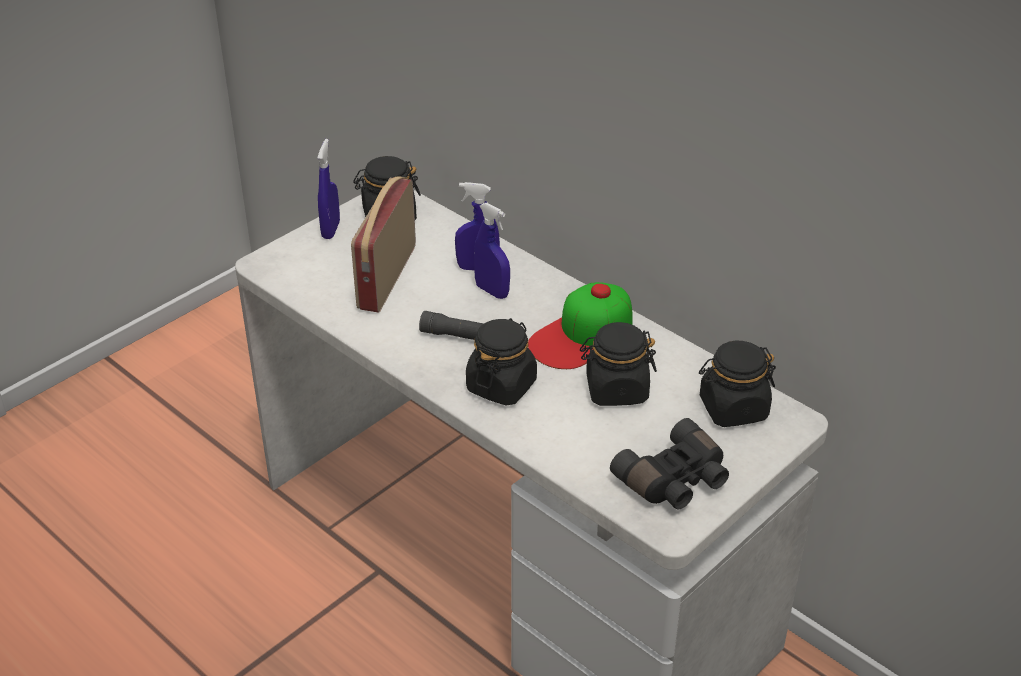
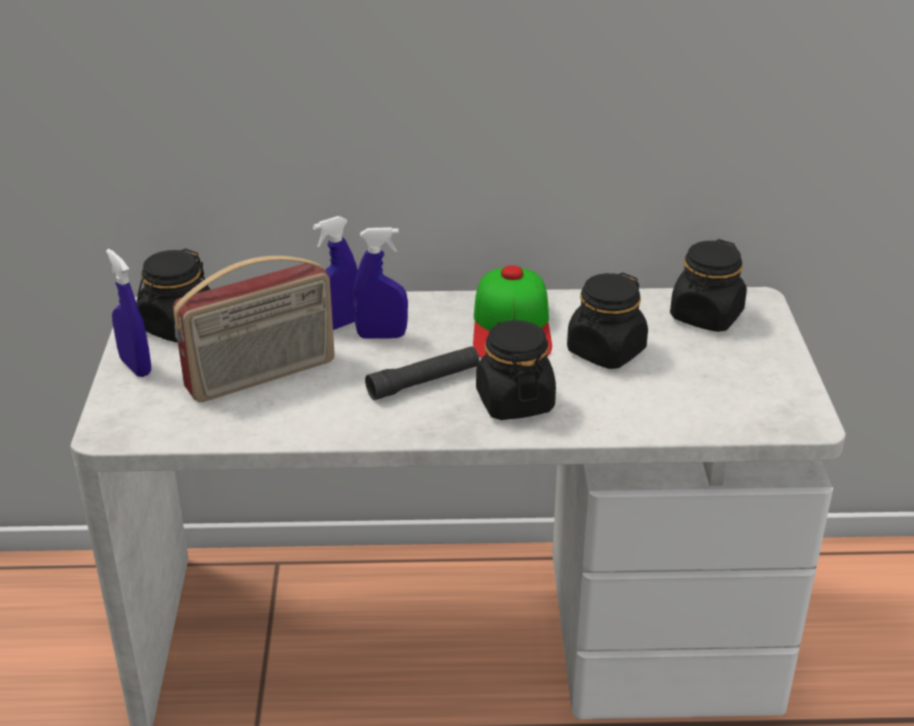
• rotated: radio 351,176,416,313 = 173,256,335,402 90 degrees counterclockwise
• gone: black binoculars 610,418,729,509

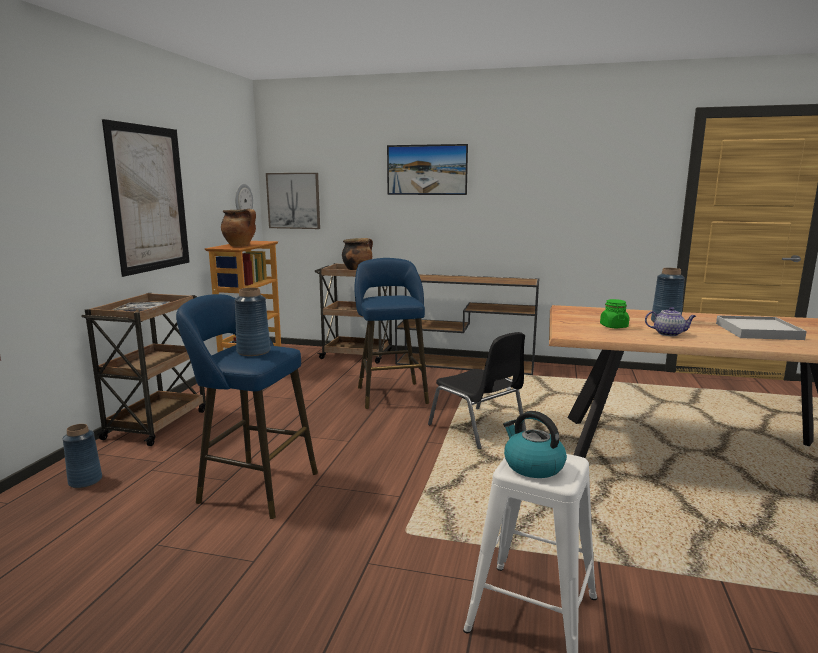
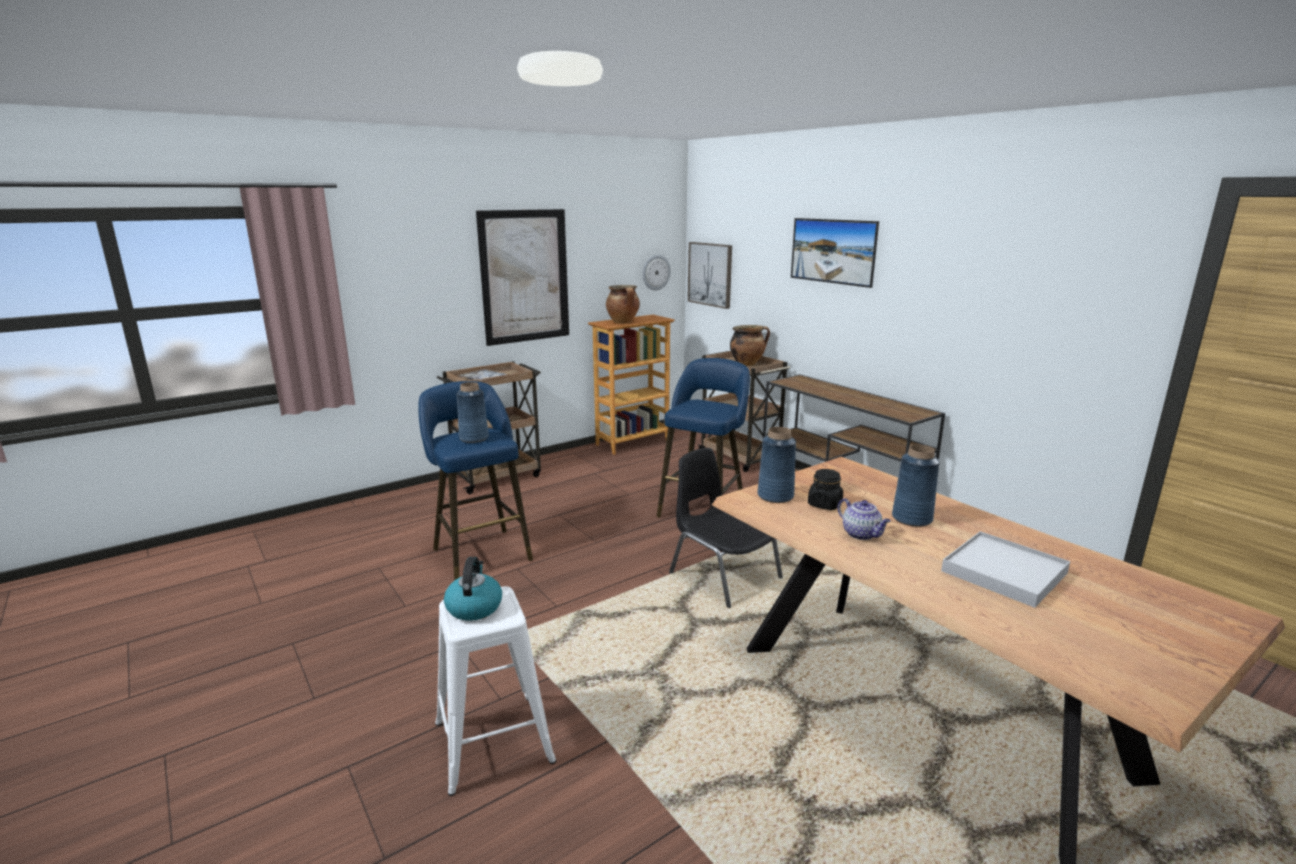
• shifted: blue vase 63,424,102,488 to 757,427,796,503
• rotated: black chair 428,332,526,449 = 669,448,783,608 135 degrees clockwise
• repainted: green jar 600,299,629,328 to black jar 808,469,843,510

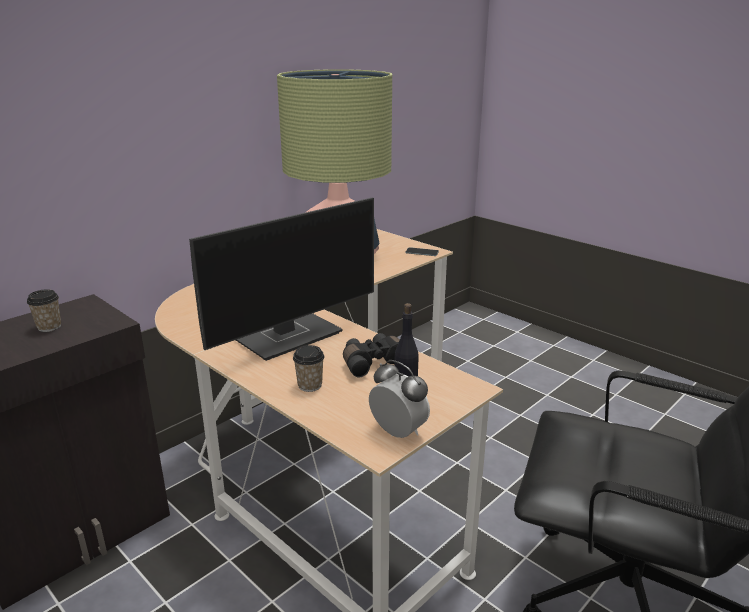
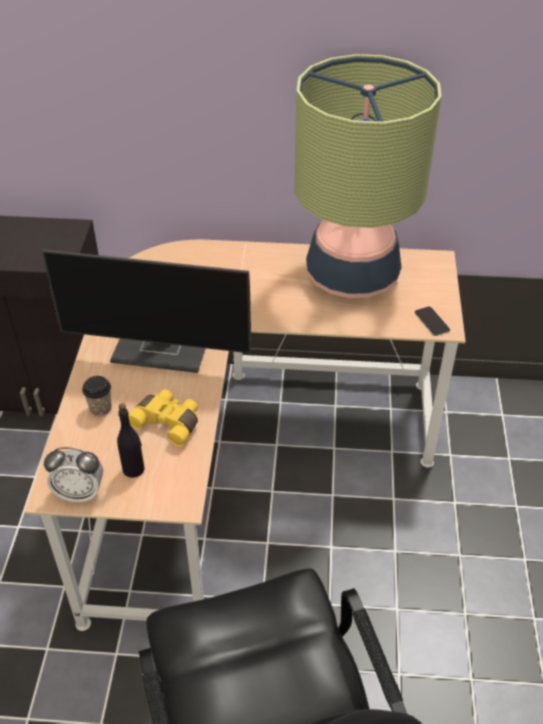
• gone: cup 27,289,61,332
• repainted: black binoculars 343,333,400,377 to yellow binoculars 128,389,198,446
• rotated: alarm clock 369,360,430,438 = 44,447,103,502 90 degrees clockwise

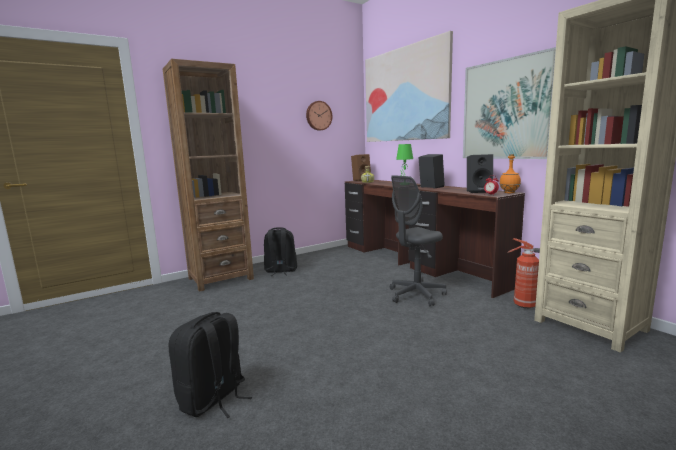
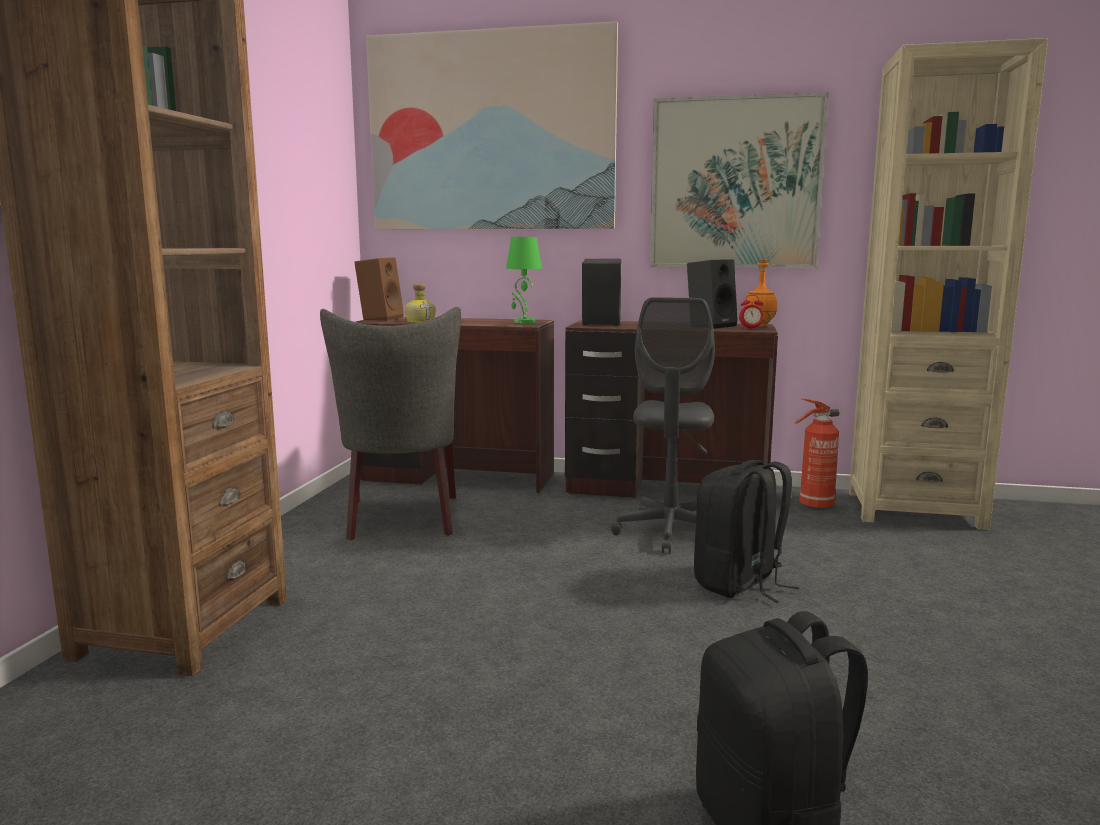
• shifted: black backpack 264,227,297,276 to 694,460,799,603
• gone: wall clock 306,101,332,131
• new: grey chair 320,307,461,540

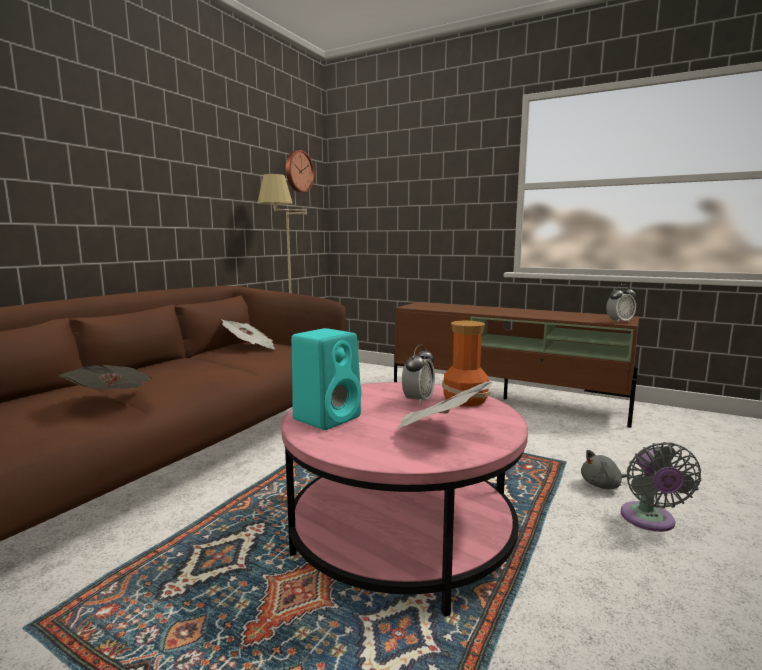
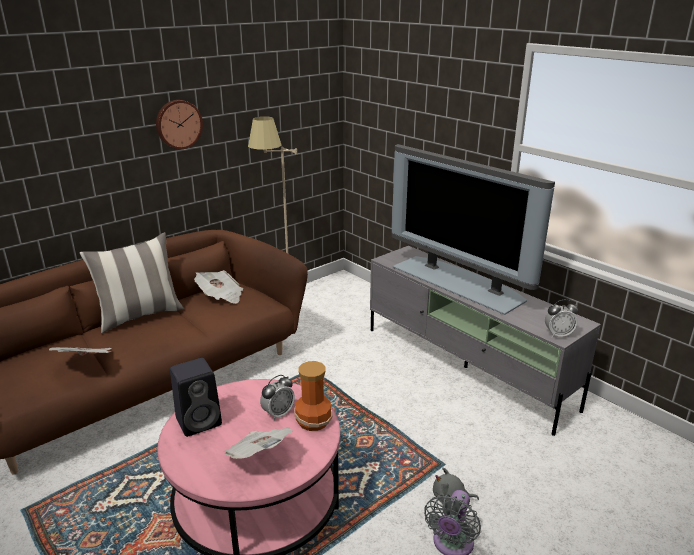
• shifted: wall clock 286,150,315,192 to 156,100,203,149
• repainted: turquoise speaker 291,328,361,430 to black speaker 170,358,222,437
• repainted: brown tv stand 394,302,639,428 to grey tv stand 370,246,601,436
• new: pillow 80,232,184,333
• new: television 392,144,555,315

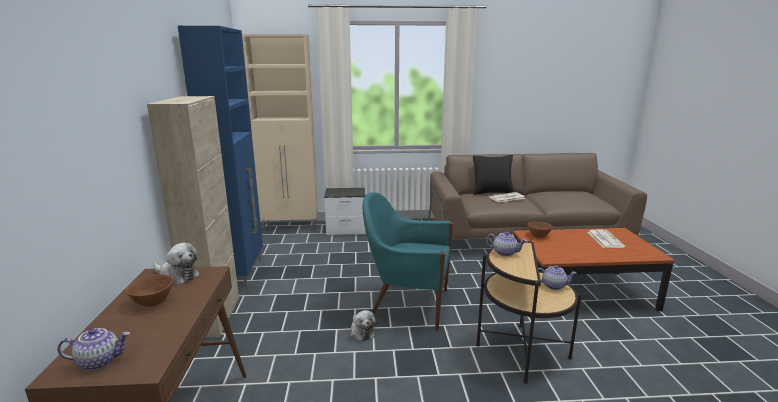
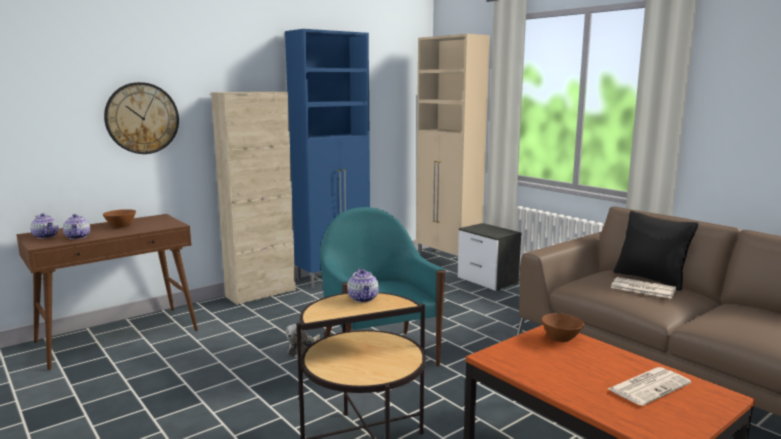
• gone: plush toy 153,243,200,284
• shifted: teapot 538,265,577,290 to 63,214,90,239
• new: wall clock 104,82,179,154

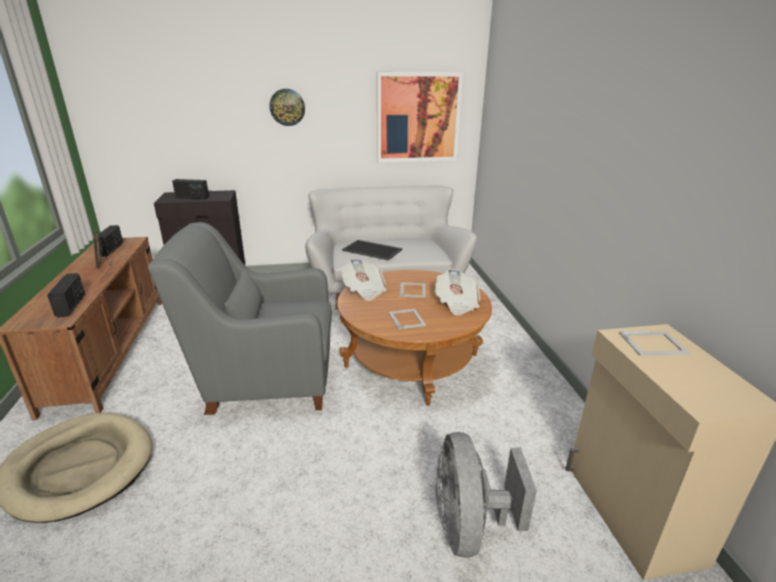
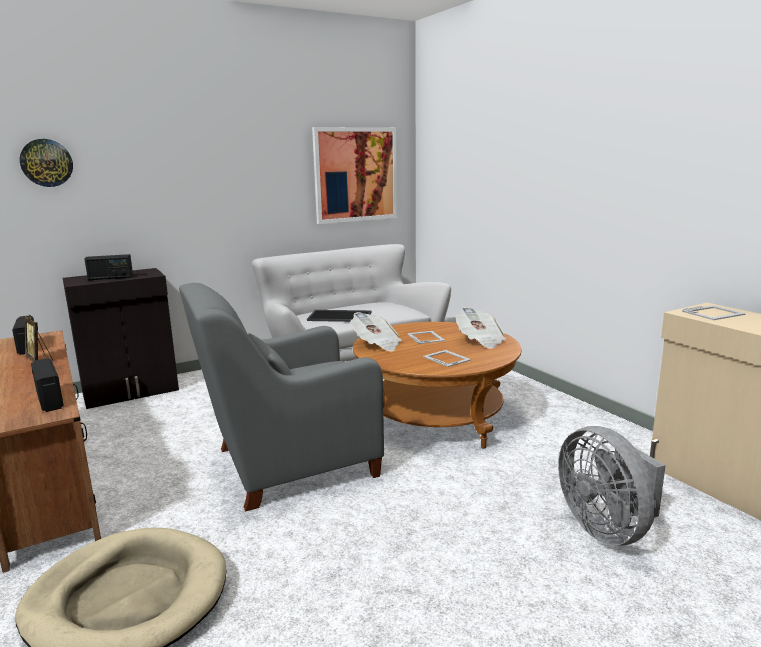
• shifted: wall clock 269,89,305,126 to 20,139,73,187

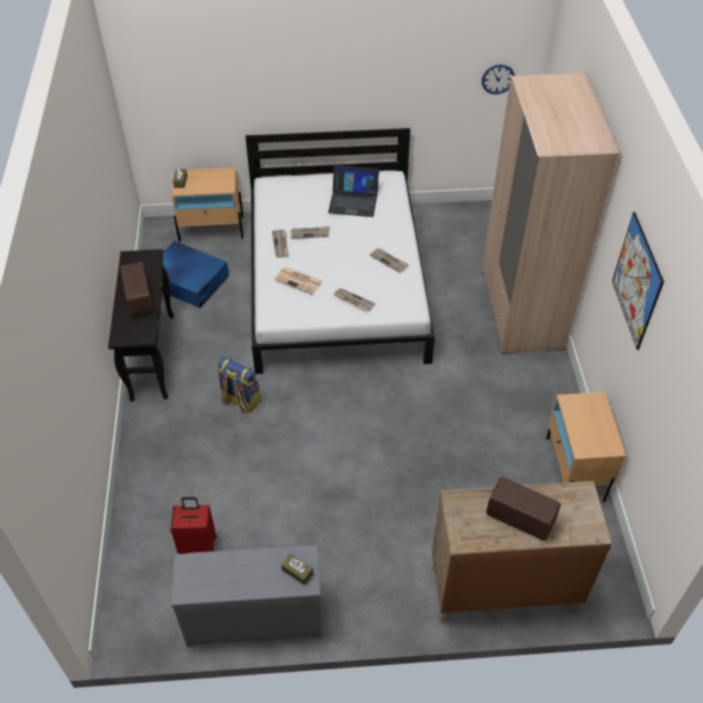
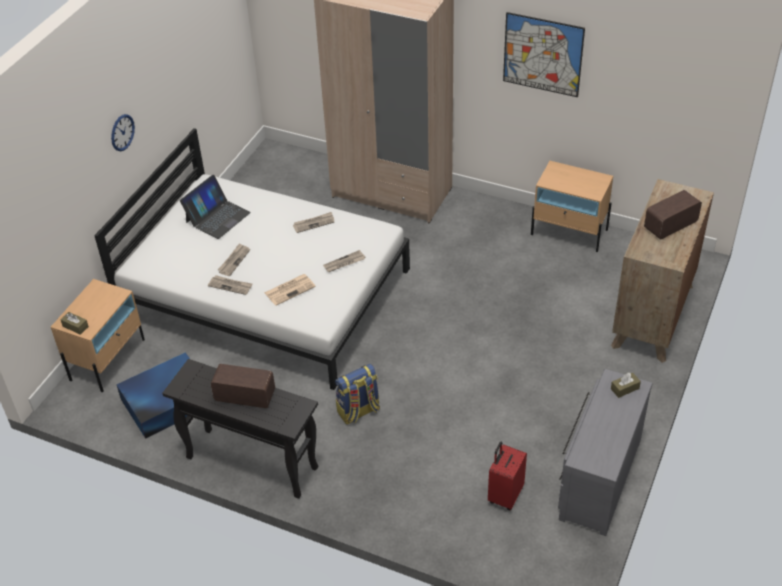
• shifted: wall clock 482,64,515,94 to 111,114,135,151

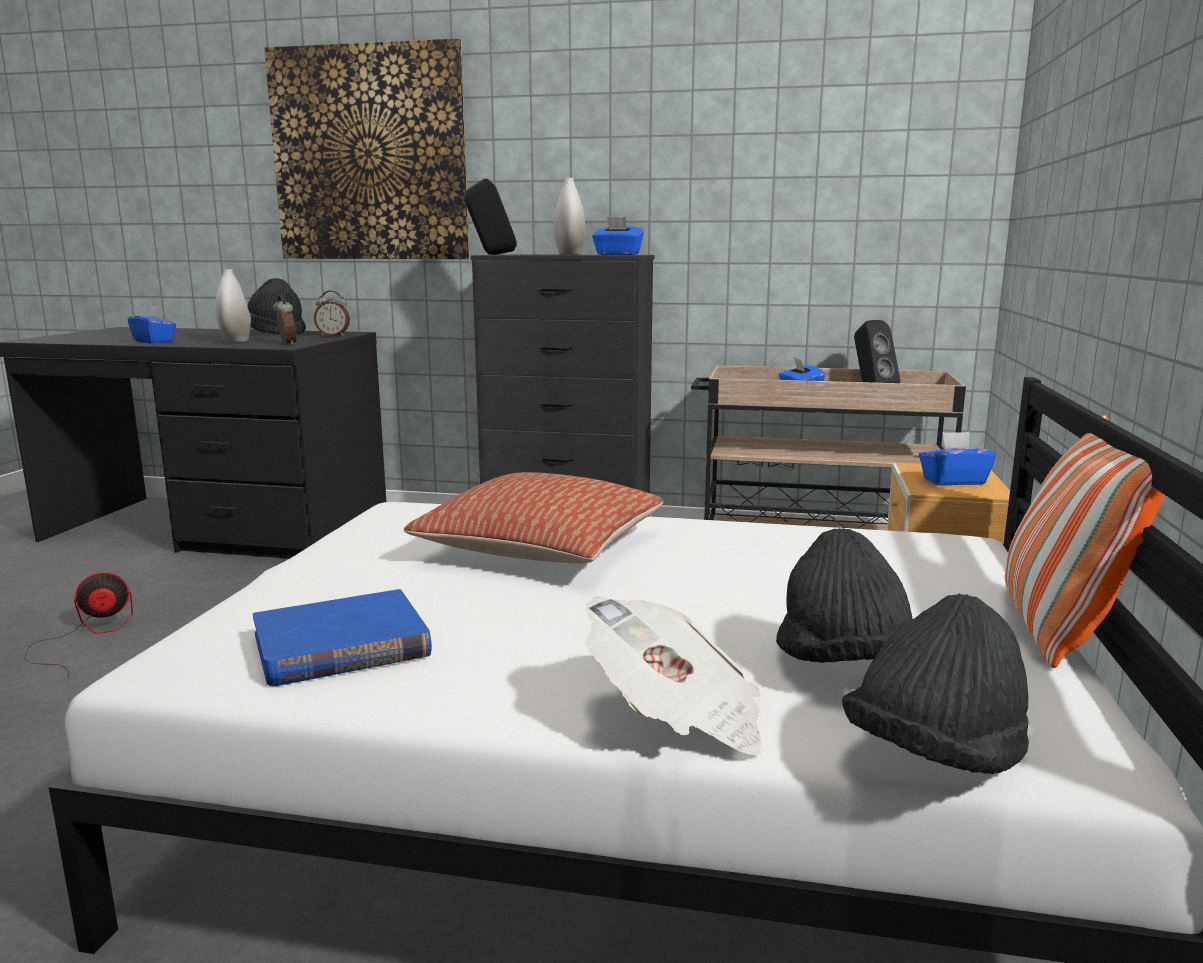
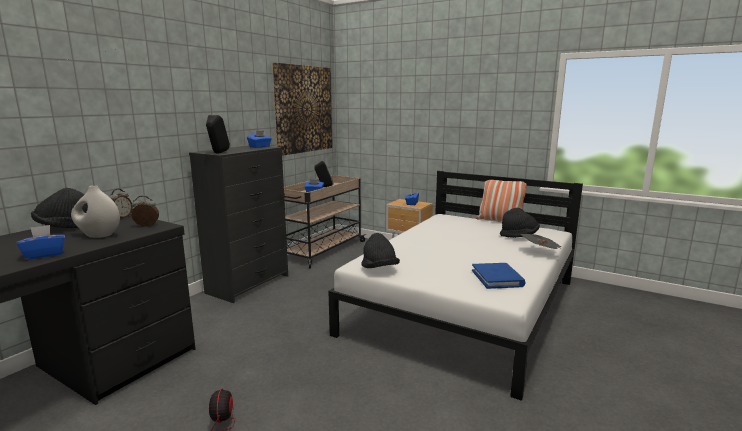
• shifted: picture 264,38,470,259 to 272,63,332,156
• gone: pillow 404,472,663,563
• gone: white vase 554,178,585,255
• shifted: black hat 842,594,1029,774 to 361,233,400,268

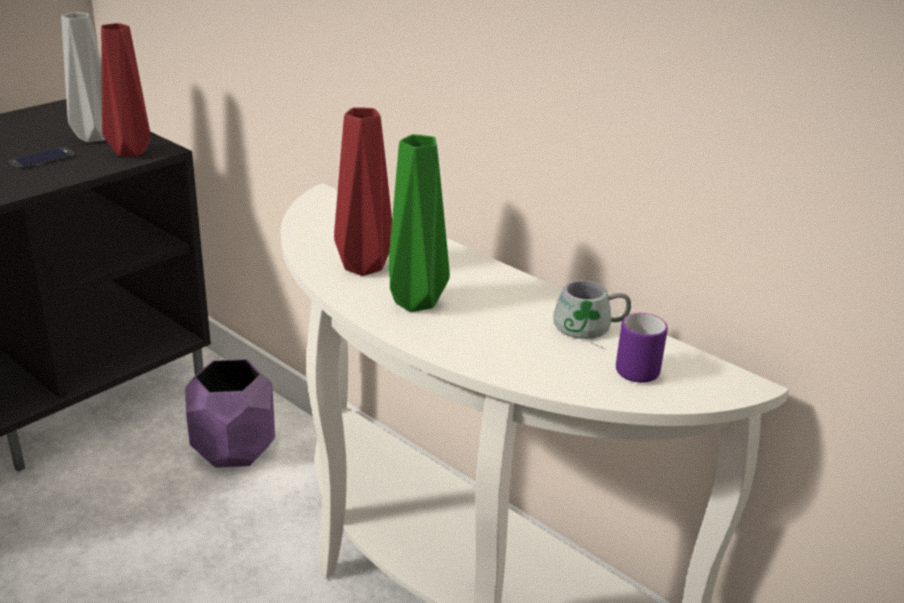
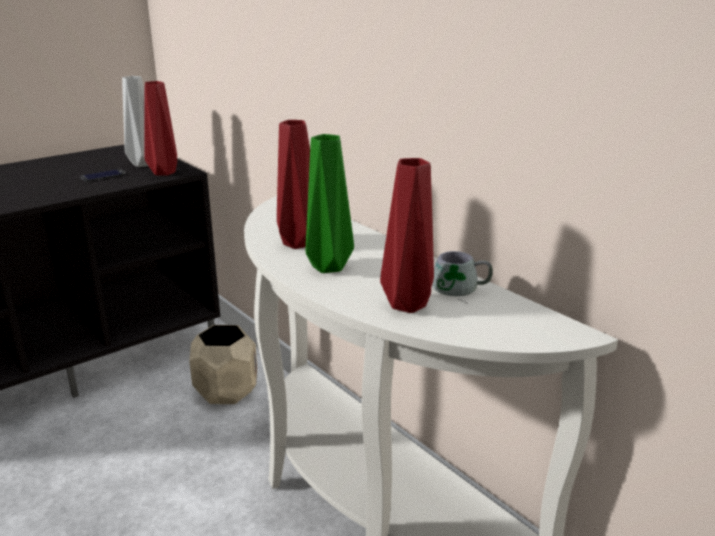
• repainted: purple planter 185,359,275,468 to beige planter 189,325,257,404
• gone: purple mug 616,313,668,383
• new: red vase 380,158,434,313

